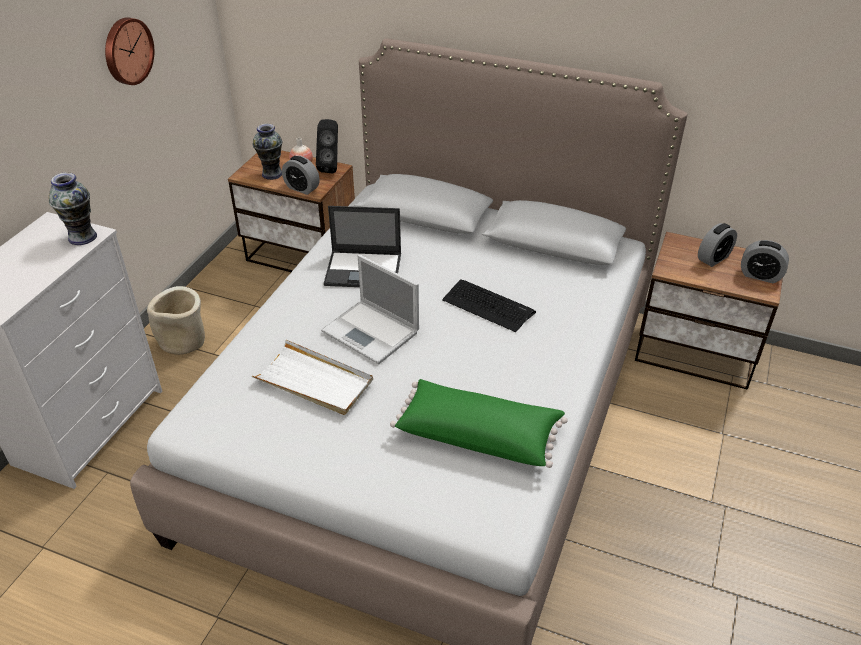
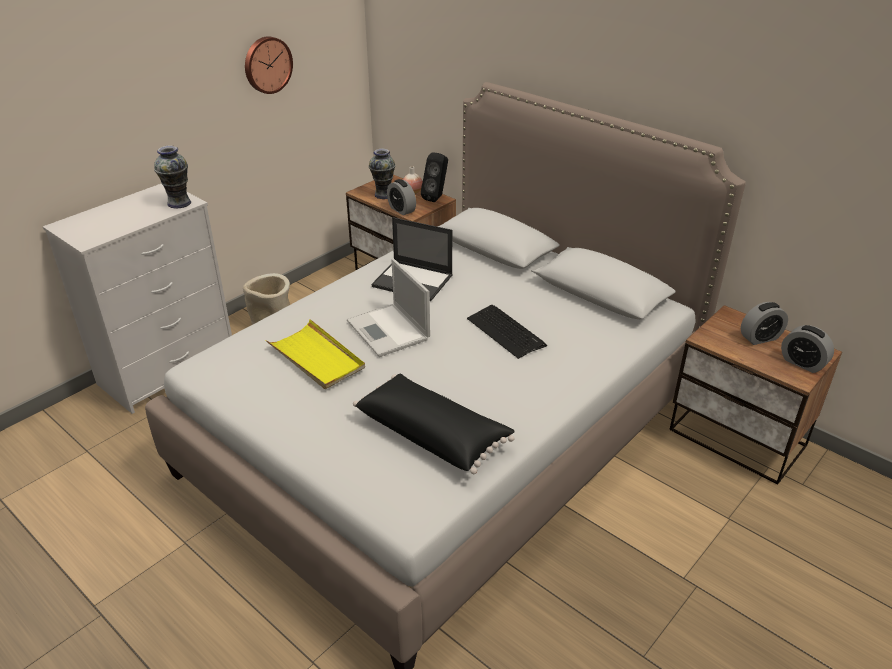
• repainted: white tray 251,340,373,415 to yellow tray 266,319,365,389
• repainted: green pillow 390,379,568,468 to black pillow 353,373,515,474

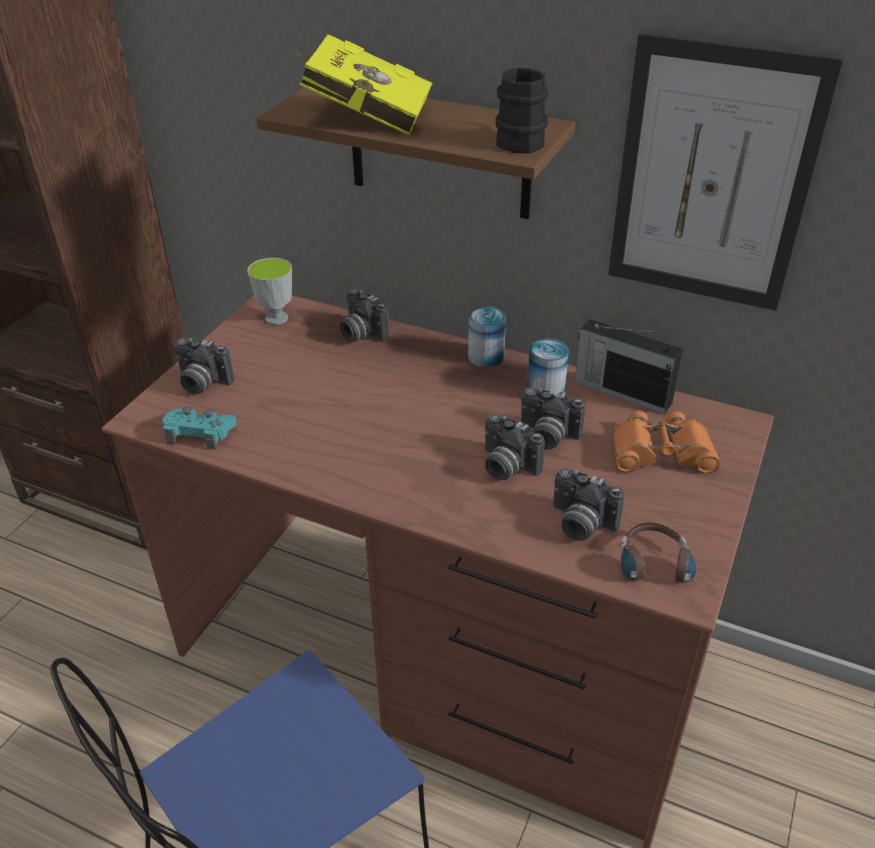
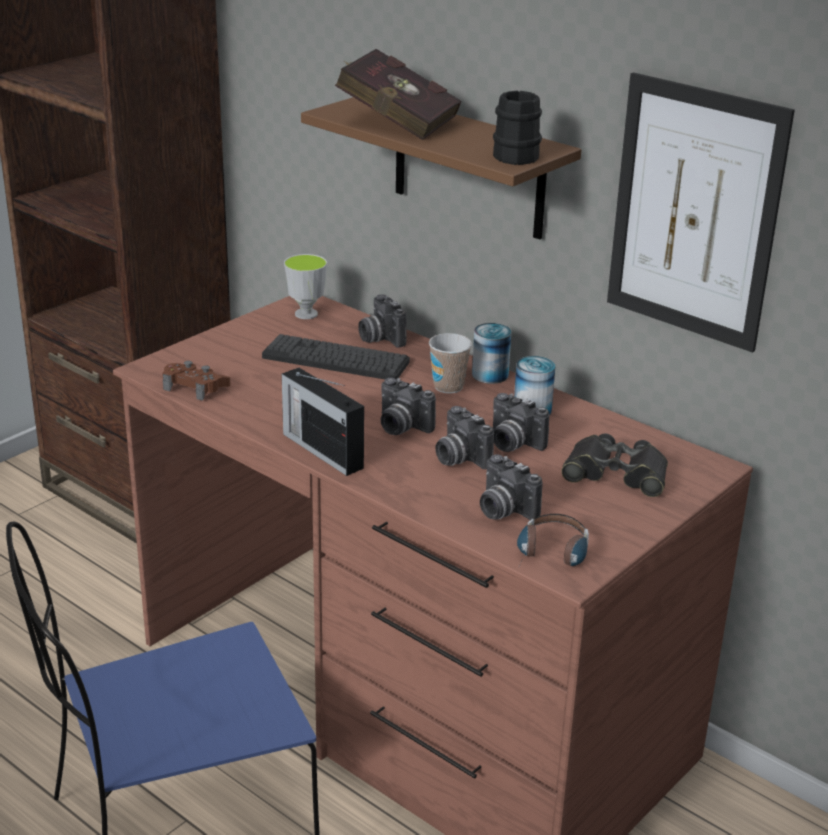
• repainted: turquoise game controller 163,407,237,450 to brown game controller 162,361,231,401
• shifted: photo camera 174,338,234,394 to 381,378,436,435
• repainted: yellow book 295,34,432,135 to red book 335,49,461,140
• shifted: radio 575,319,683,414 to 282,368,364,476
• repainted: orange binoculars 613,411,720,474 to black binoculars 561,434,668,497
• new: keyboard 262,334,410,379
• new: cup 429,333,472,394

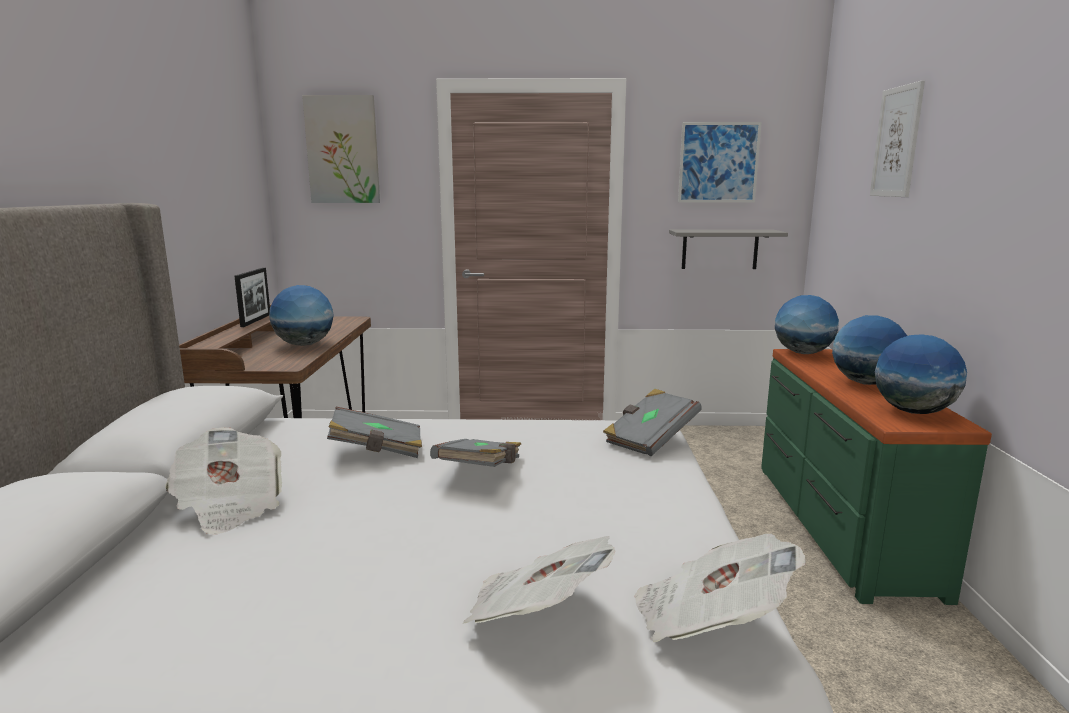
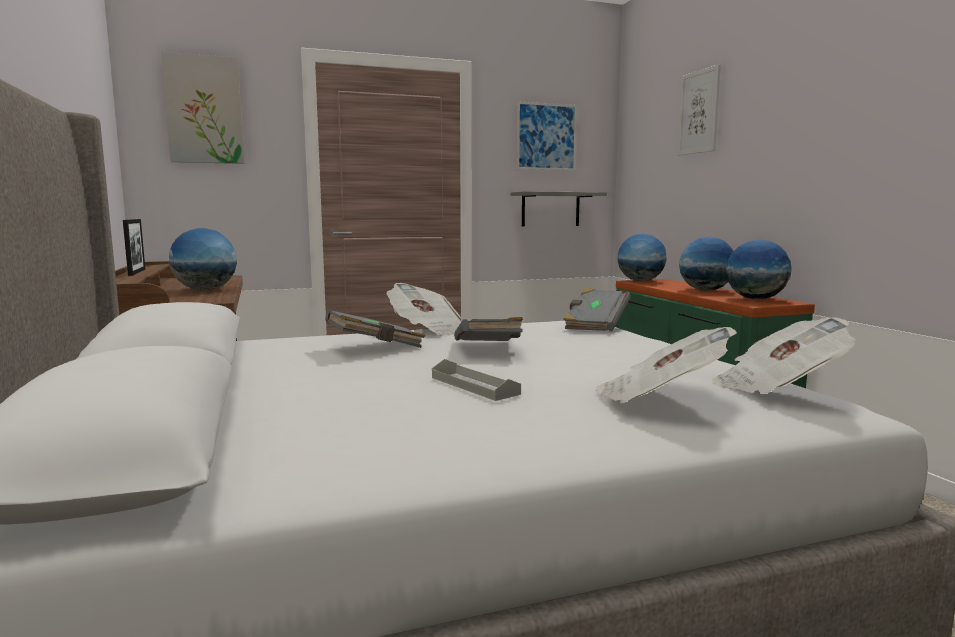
• shifted: newspaper 165,427,282,535 to 387,283,462,336
• new: grey tray 432,359,521,401

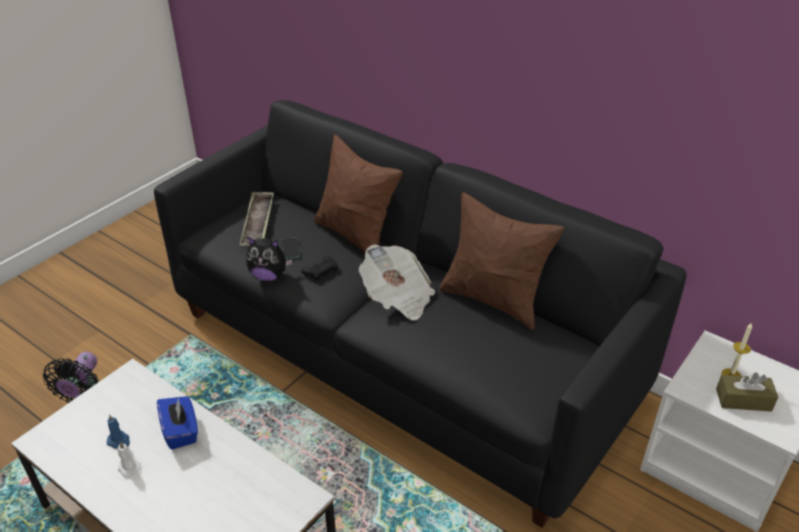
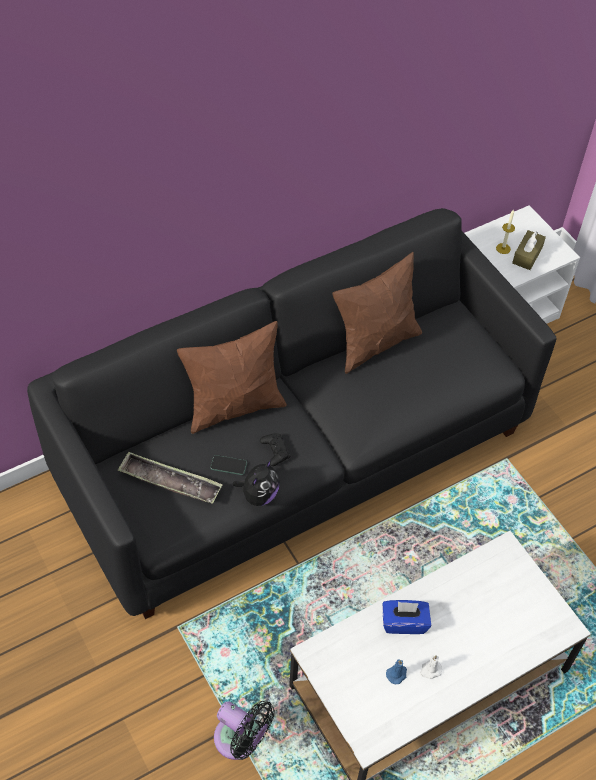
• gone: newspaper 359,244,435,320

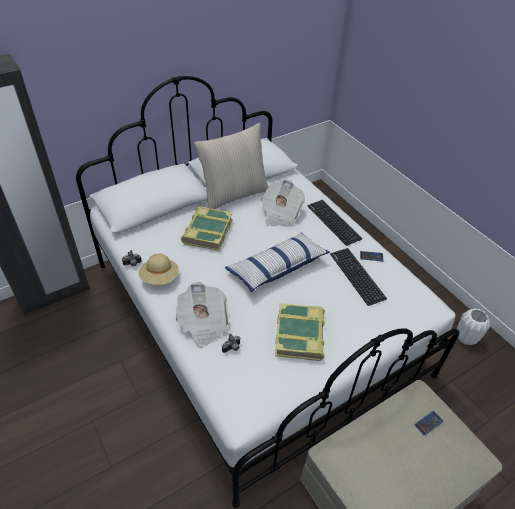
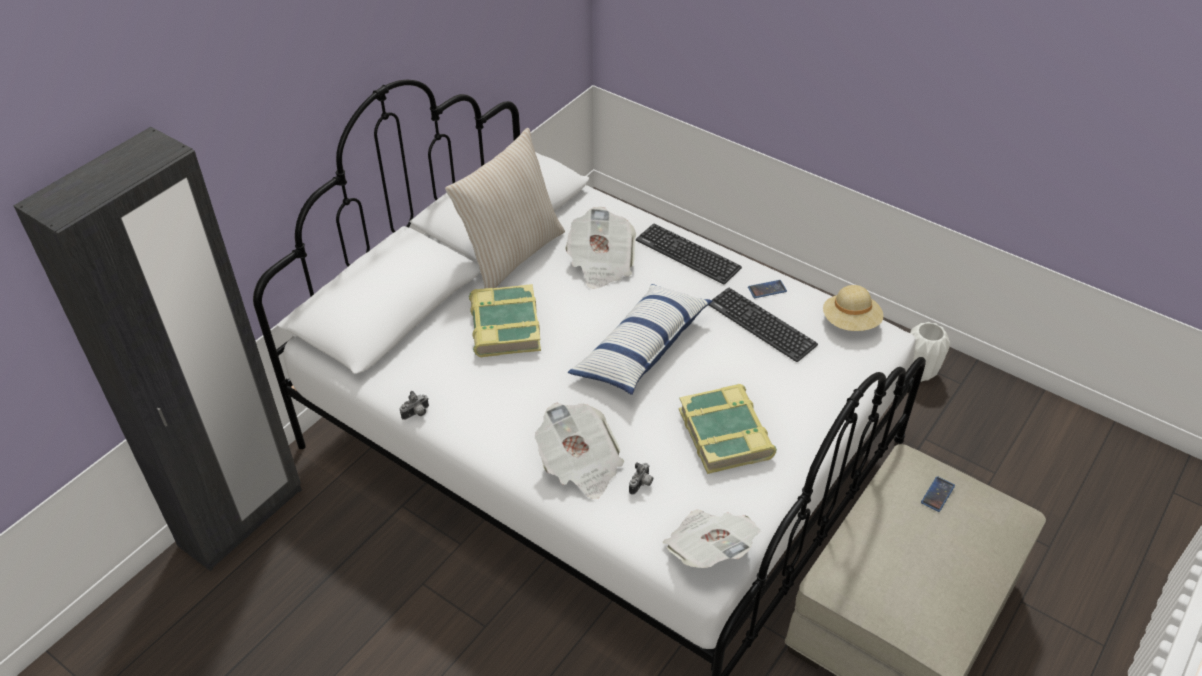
• shifted: beige hat 139,254,179,285 to 823,285,884,331
• new: newspaper 663,510,761,568

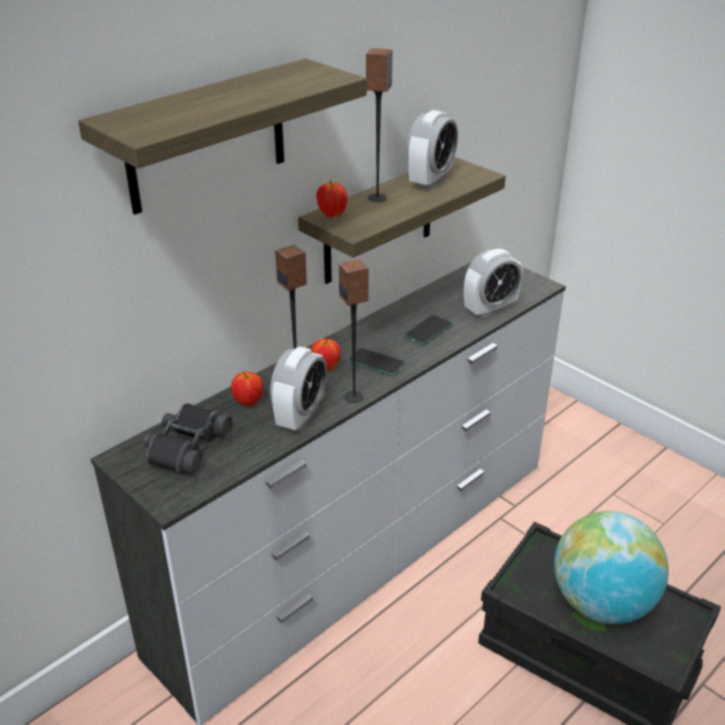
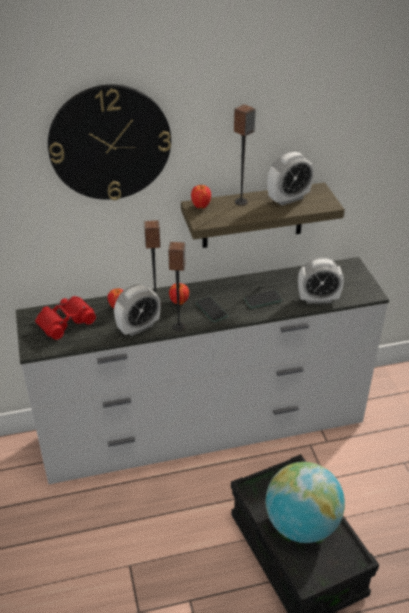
• swapped: shelf 78,58,367,215 to wall clock 48,84,171,200
• repainted: black binoculars 143,403,232,475 to red binoculars 35,296,96,340

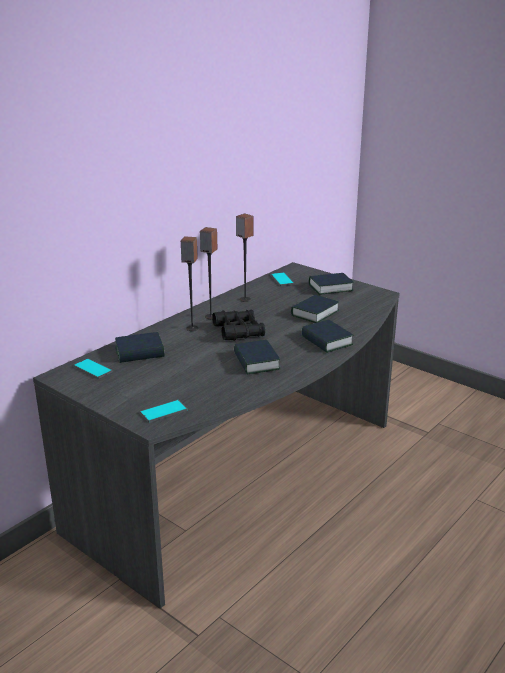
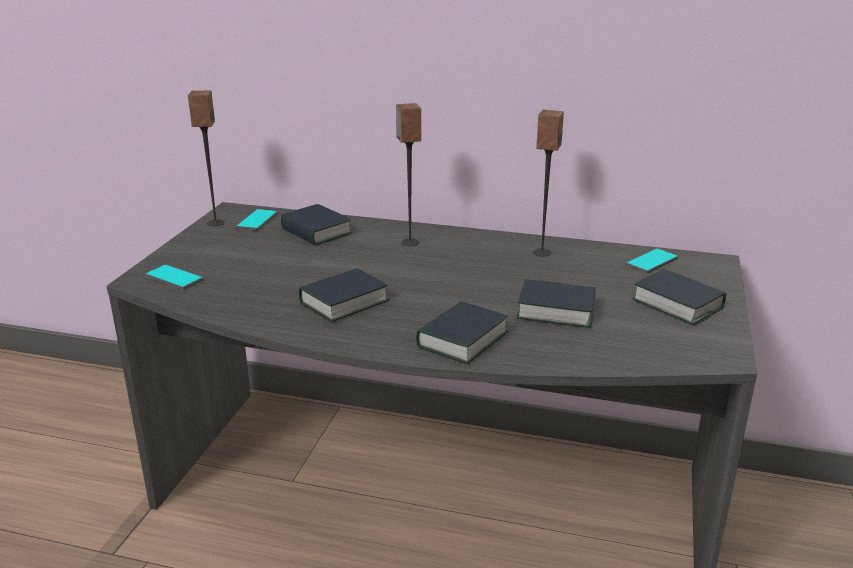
• shifted: speaker 200,227,217,319 to 188,91,225,226
• gone: black binoculars 212,310,265,341

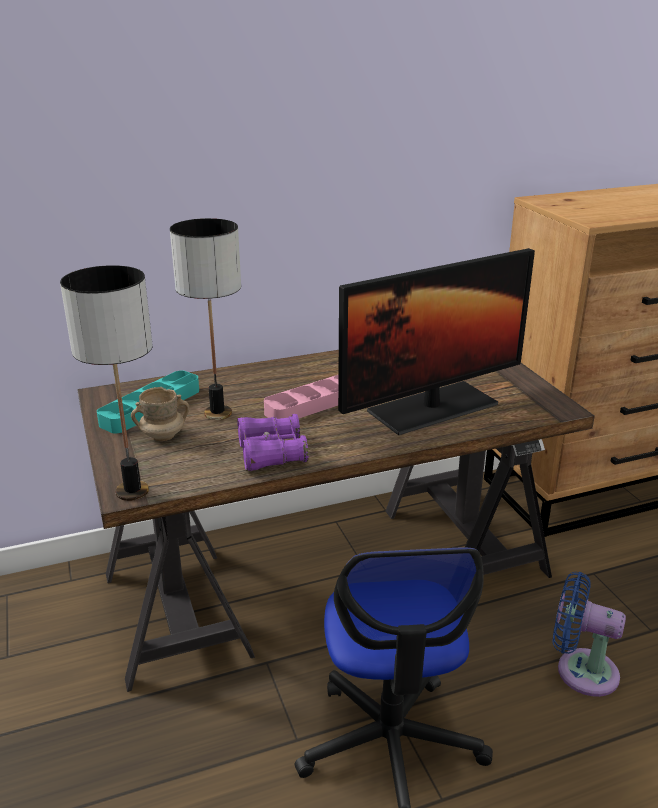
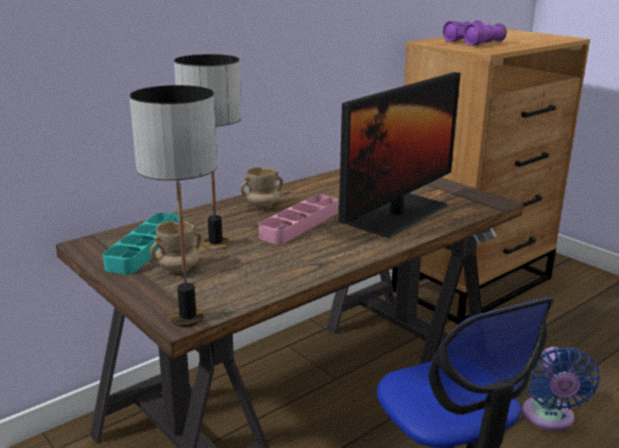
• shifted: purple binoculars 237,414,309,471 to 443,20,507,46
• rotated: blue fan 553,572,626,697 = 522,347,600,431 90 degrees counterclockwise
• new: beige mug 240,167,283,209

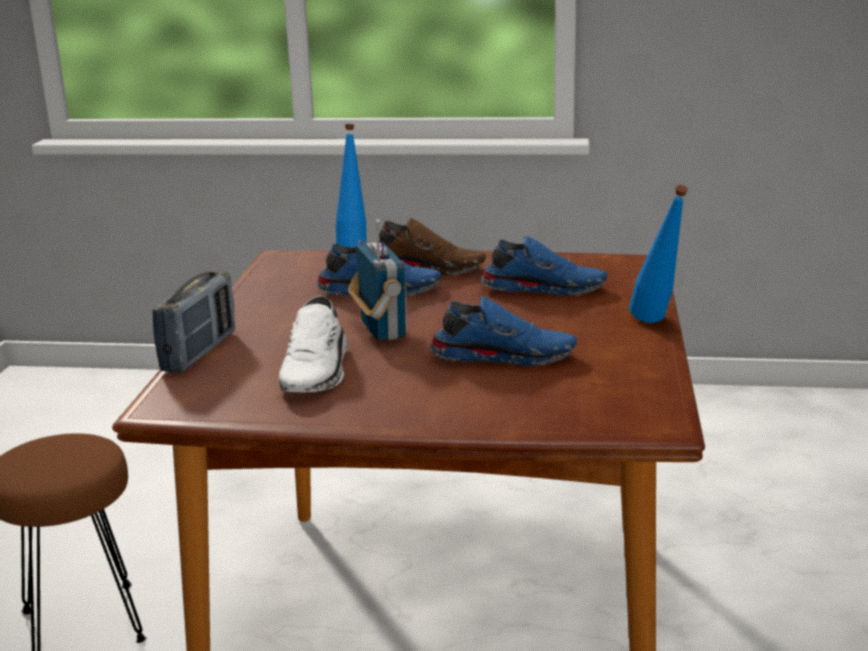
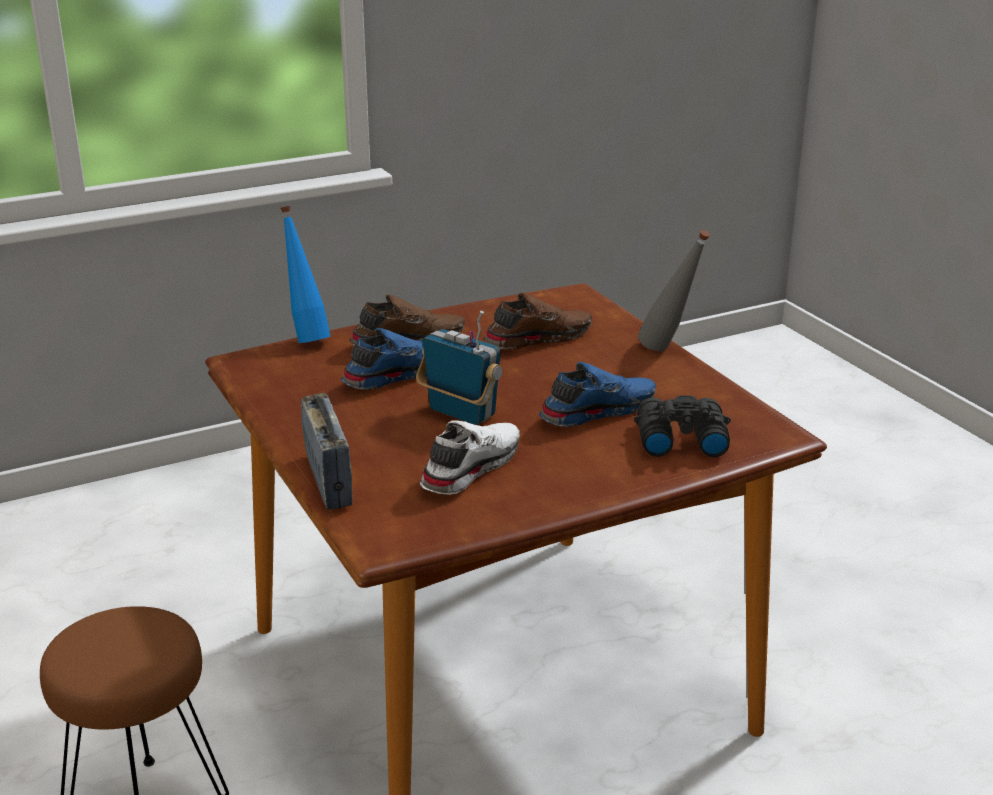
• rotated: white shoe 278,296,348,393 = 420,420,520,494 120 degrees counterclockwise
• repainted: blue shoe 481,236,608,296 to brown shoe 483,293,592,350
• repainted: blue bottle 629,185,688,323 to grey bottle 638,230,710,351
• new: black binoculars 634,395,731,457

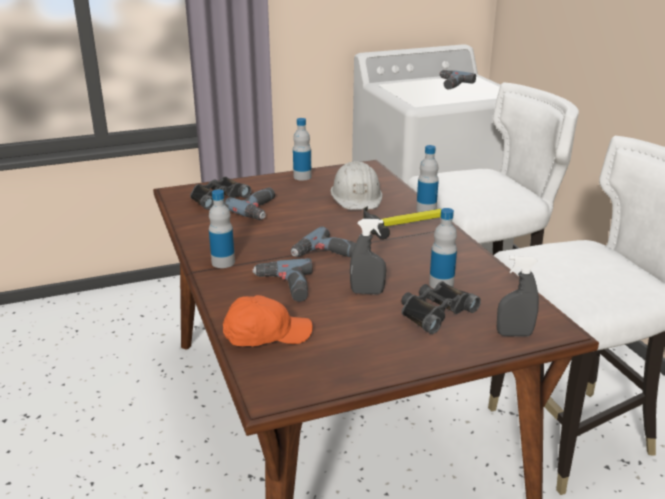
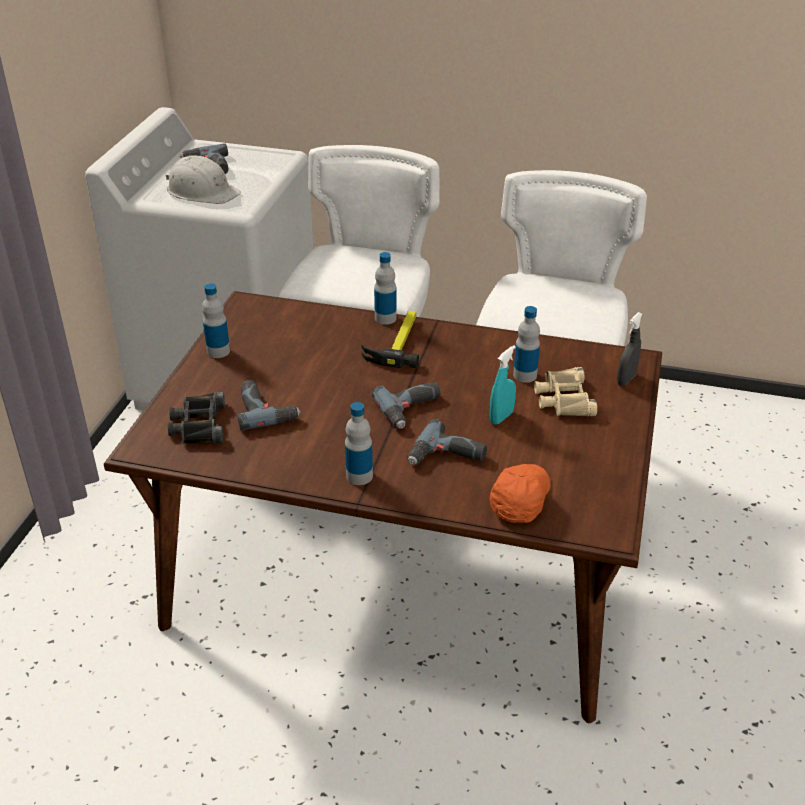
• shifted: white hard hat 330,161,382,210 to 166,155,241,204
• repainted: grey spray bottle 350,219,386,294 to turquoise spray bottle 490,345,516,424
• repainted: black binoculars 401,281,481,334 to beige binoculars 534,367,597,416

